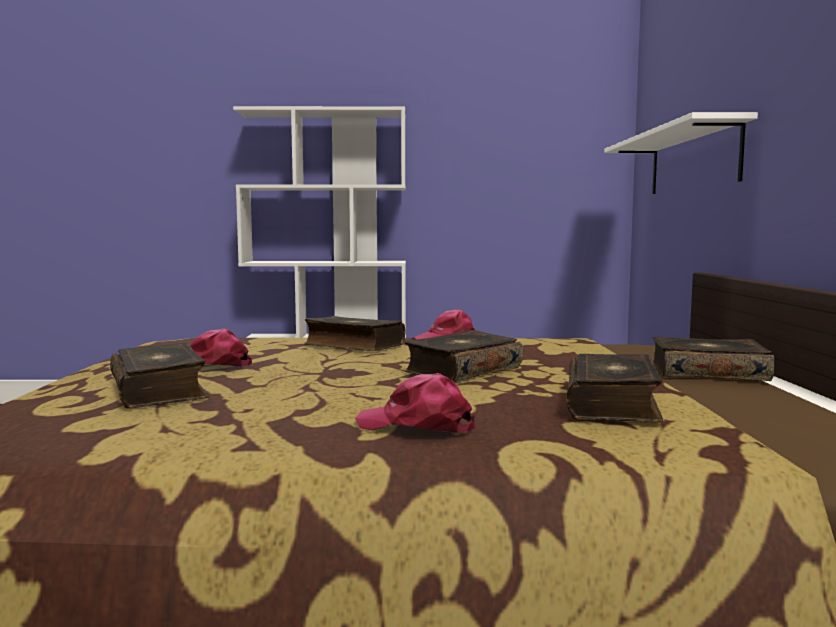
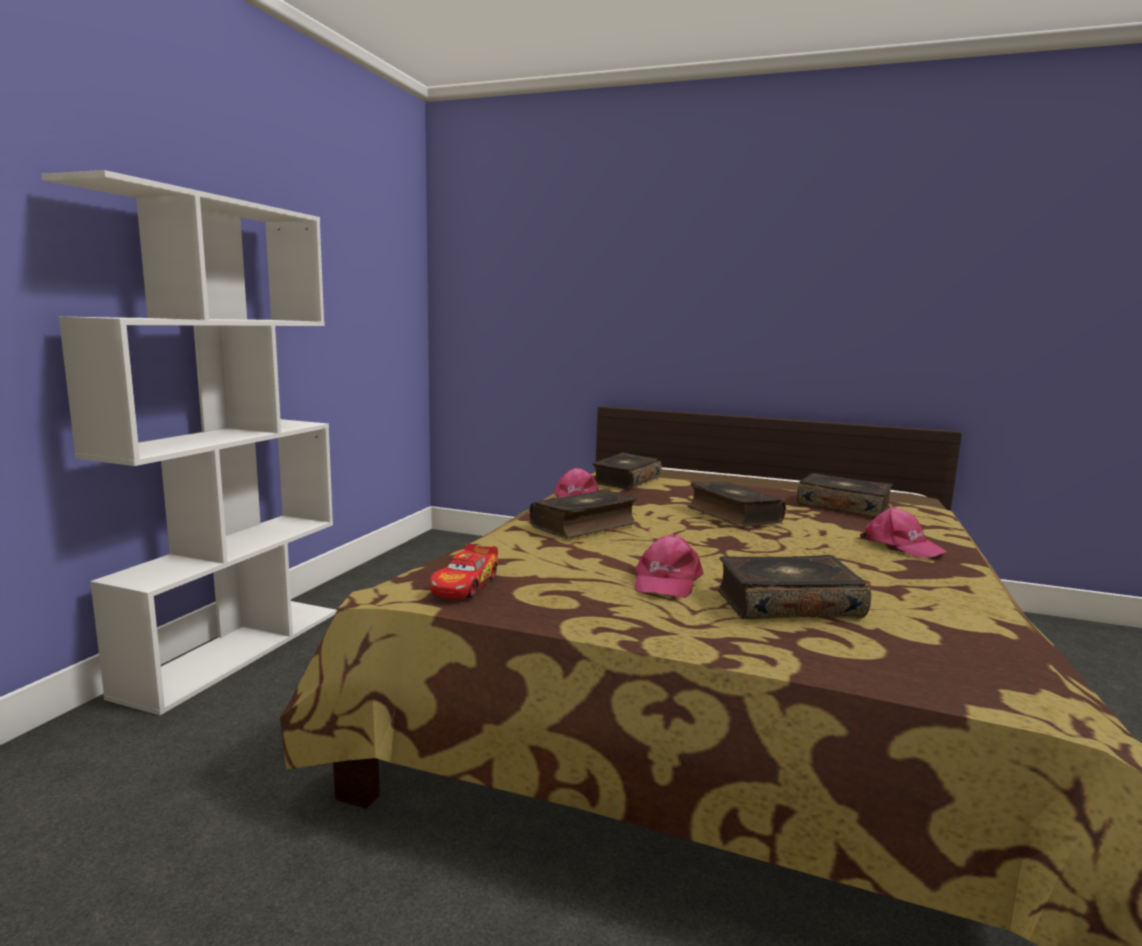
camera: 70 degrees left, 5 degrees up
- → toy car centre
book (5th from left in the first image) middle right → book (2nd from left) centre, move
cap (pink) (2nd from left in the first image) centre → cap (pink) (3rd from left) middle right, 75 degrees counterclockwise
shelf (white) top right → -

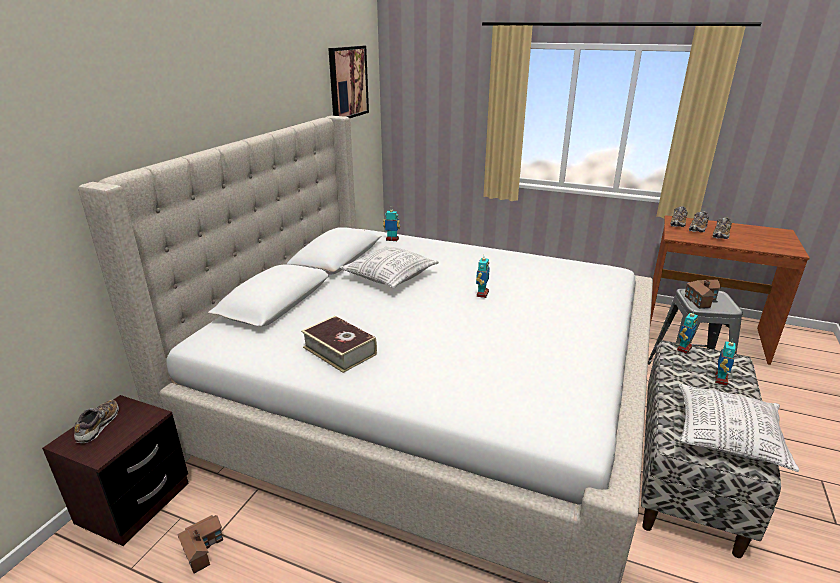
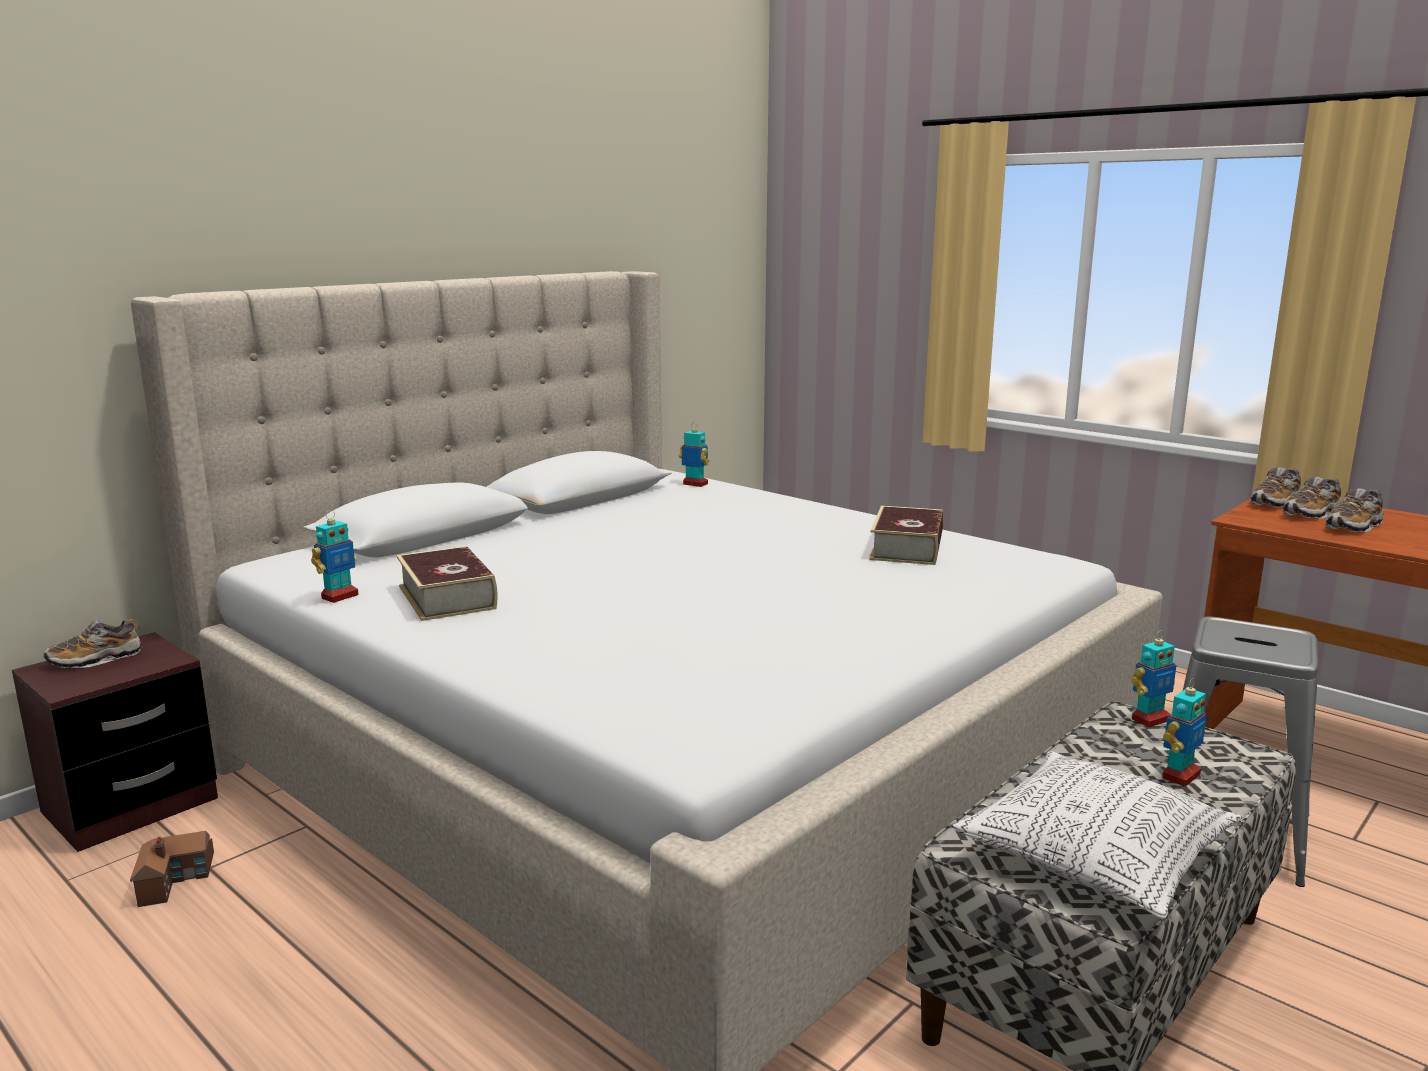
camera: 20 degrees right, 10 degrees down
shoe (1st from left) bottom left → shoe (1st from left) middle left, 150 degrees counterclockwise
toy robot (2nd from left in the first image) centre → toy robot (1st from left) middle left, move
- → book (2nd from left) centre
picture top centre → -
pillow (1st from left) centre → -
toy house (2nd from left) middle right → -

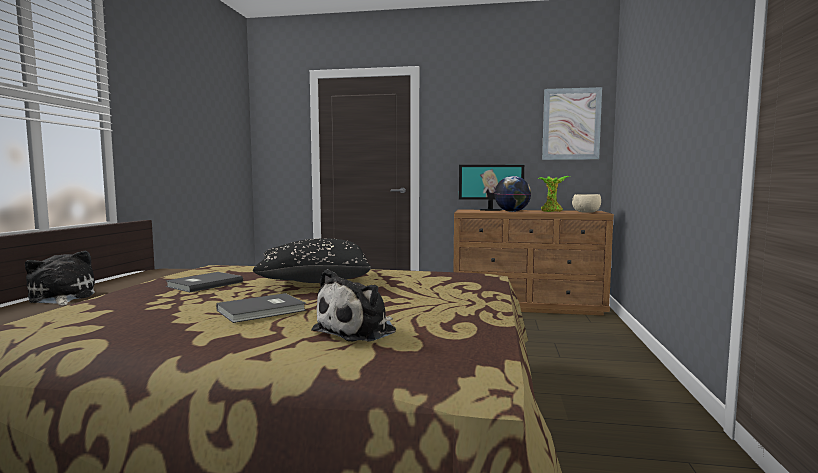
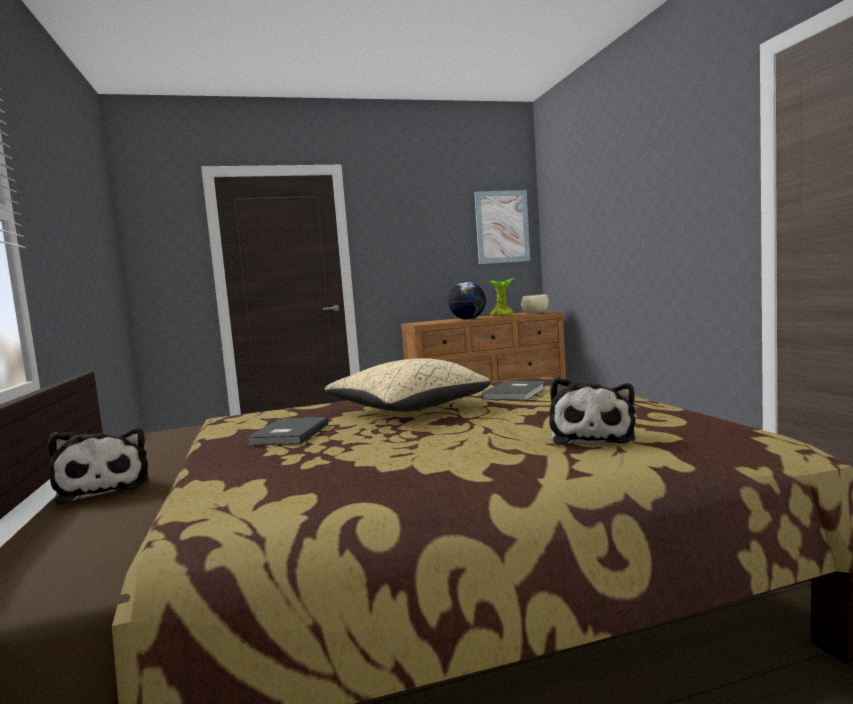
camera: 25 degrees left, 0 degrees up
plush toy (1st from left) middle left, 150 degrees counterclockwise
pillow (black) centre → pillow (beige) centre
book (grey) (2nd from left) middle left → book (grey) (2nd from left) centre, move
monitor centre → -

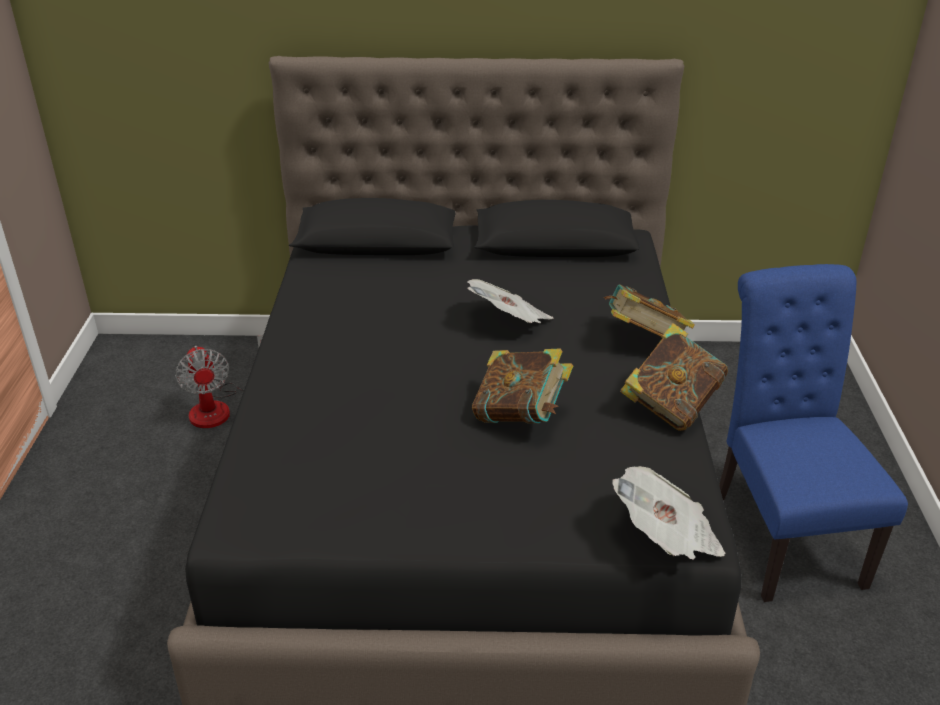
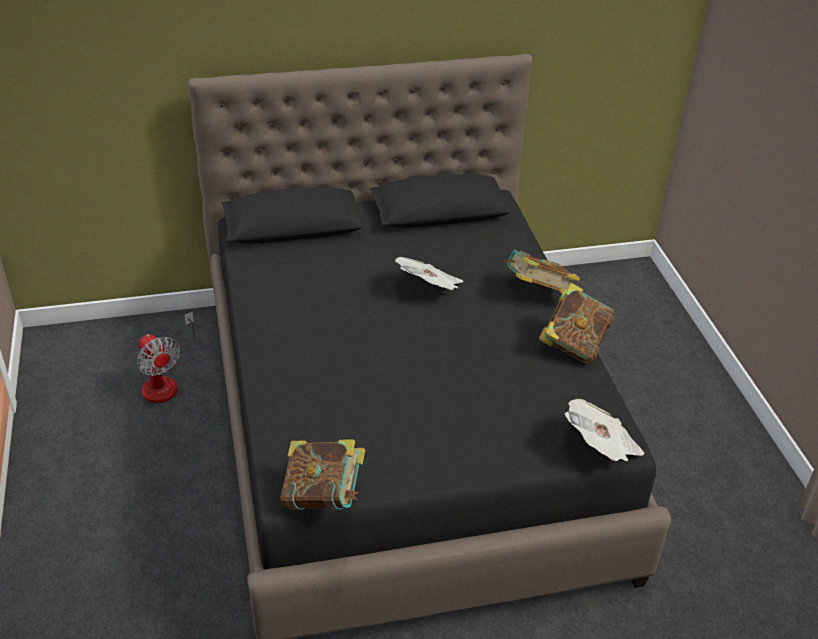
camera: 15 degrees left, 5 degrees up
book (1st from left) centre → book (1st from left) bottom centre, move
chair (blue) middle right → -

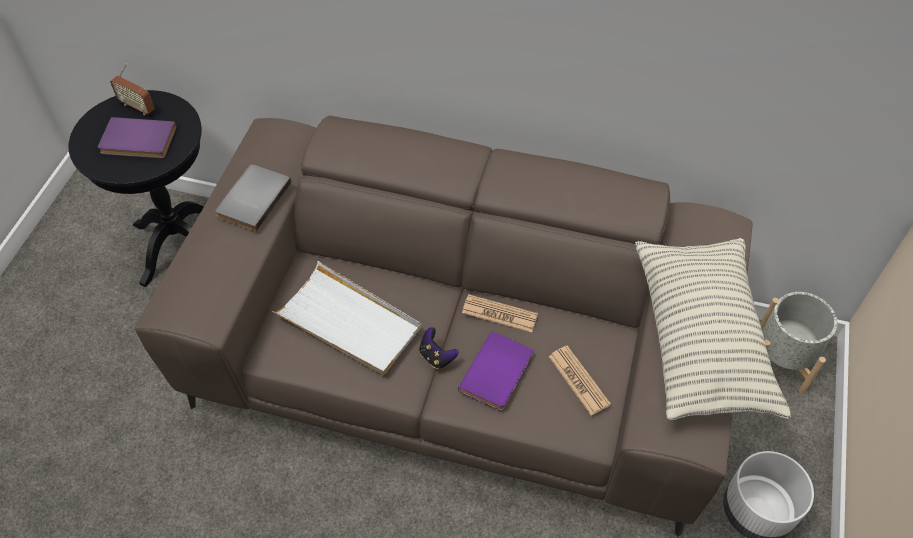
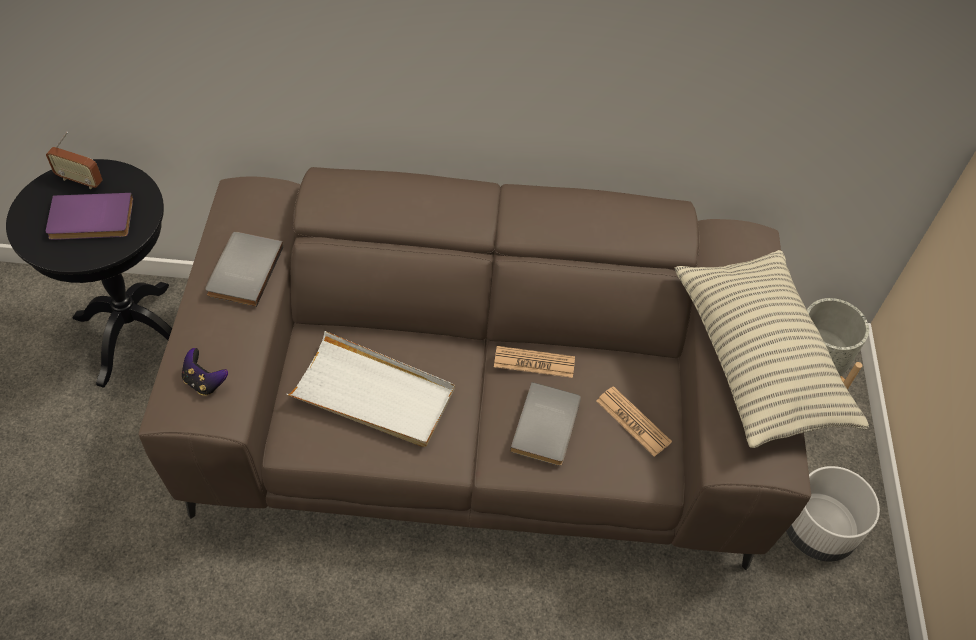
camera: 15 degrees left, 0 degrees up
game controller centre → game controller middle left, move
book (purple) (2nd from left) bottom centre → book (grey) (2nd from left) centre

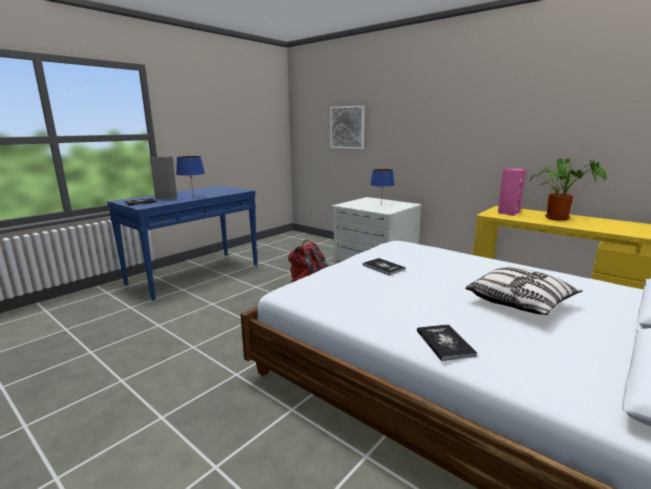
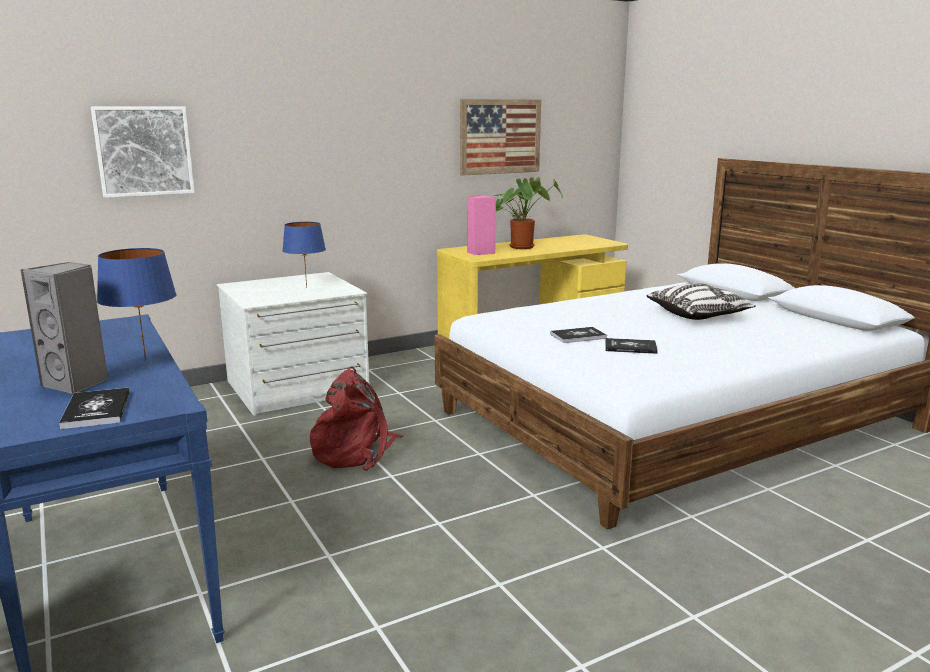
camera: 70 degrees left, 0 degrees up
- → picture (2nd from left) top centre
book (3rd from left) bottom right → book (3rd from left) middle right, move

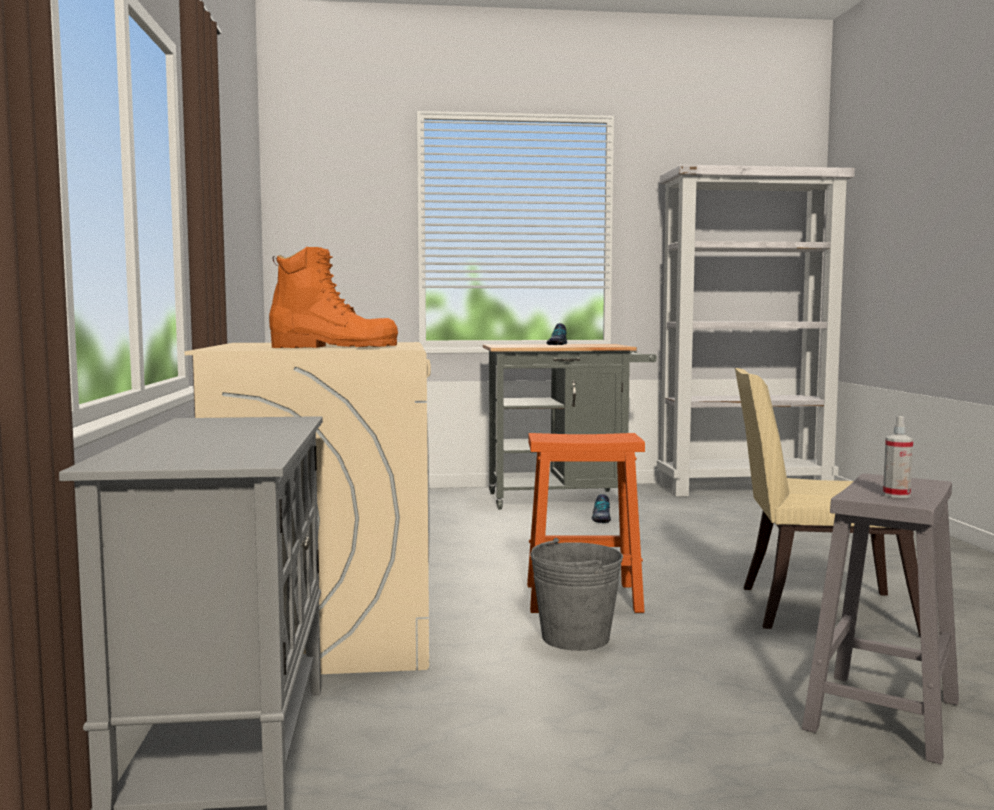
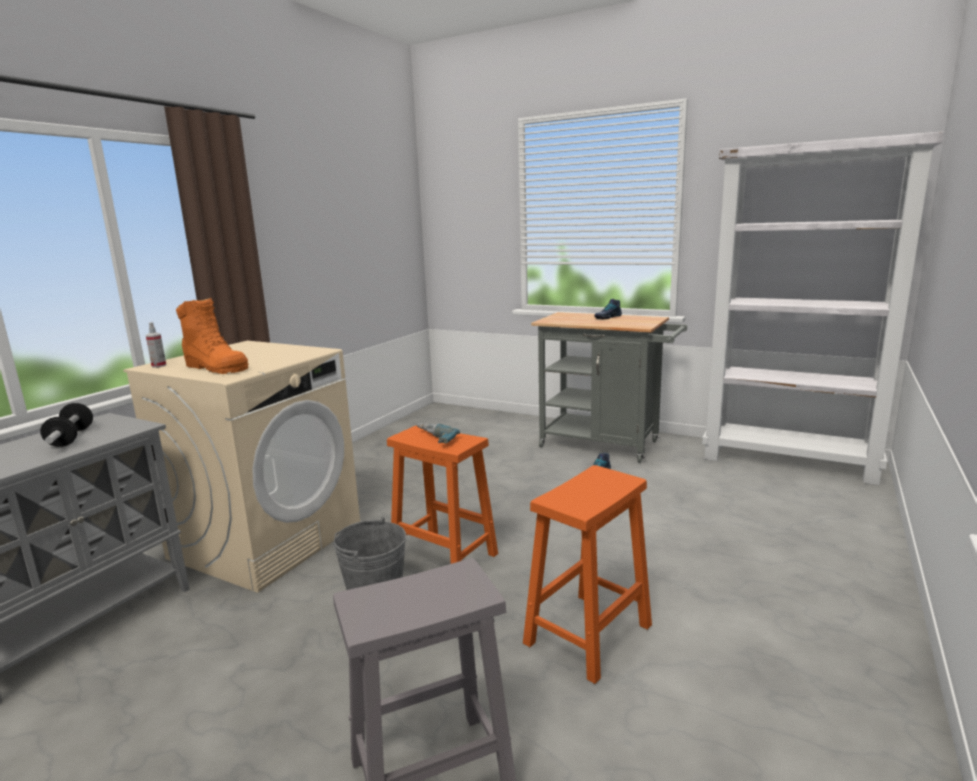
camera: 35 degrees right, 10 degrees up
- → dumbbell middle left
spray bottle middle right → spray bottle middle left, move
- → power drill centre
chair (beige) middle right → stool (orange) (2nd from left) bottom centre

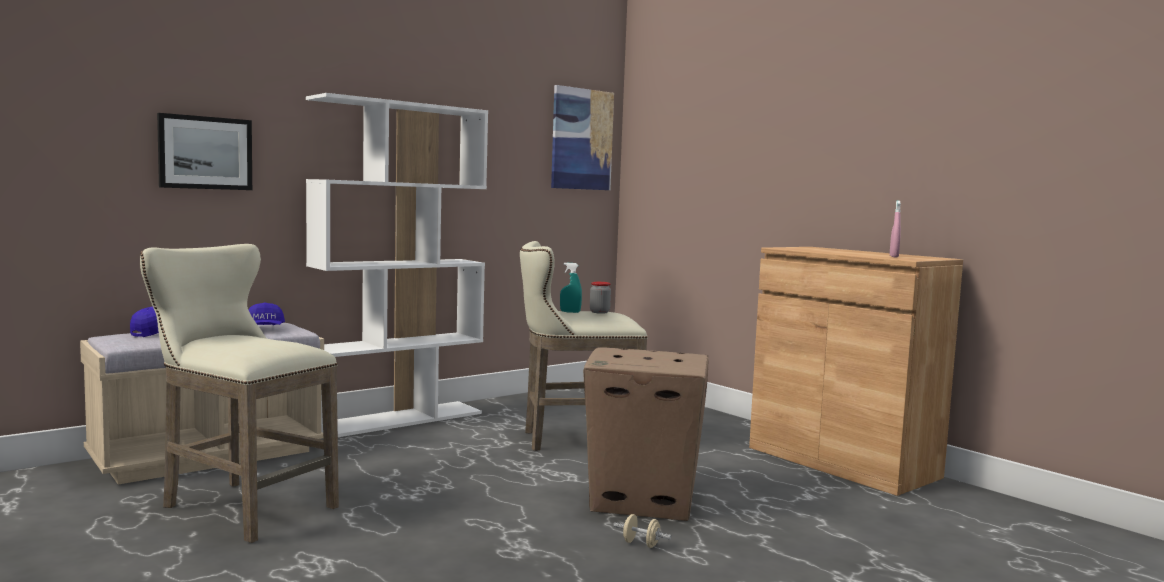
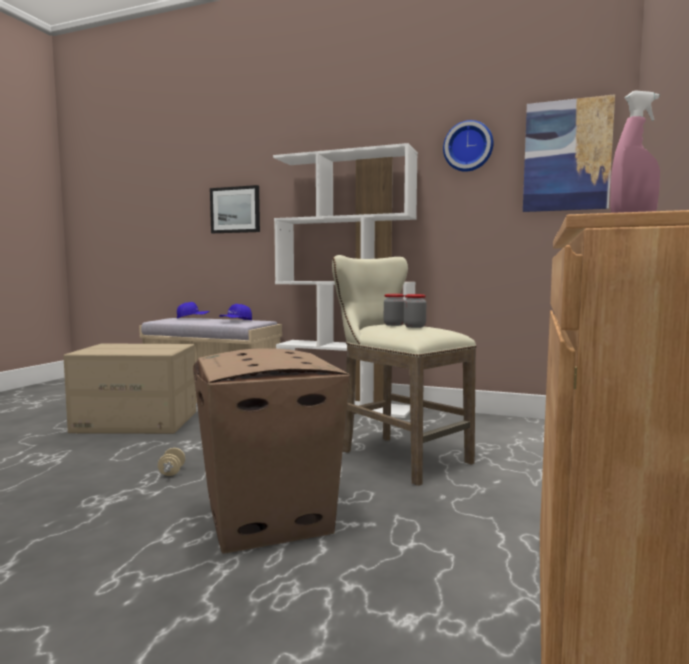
camera: 60 degrees right, 0 degrees up
stool (beige) (1st from left) bottom left → cardboard box (1st from left) middle left
dumbbell (beige) bottom centre → dumbbell (beige) bottom left, move
spray bottle (turquoise) centre → jar (1st from left) centre
- → wall clock top right

